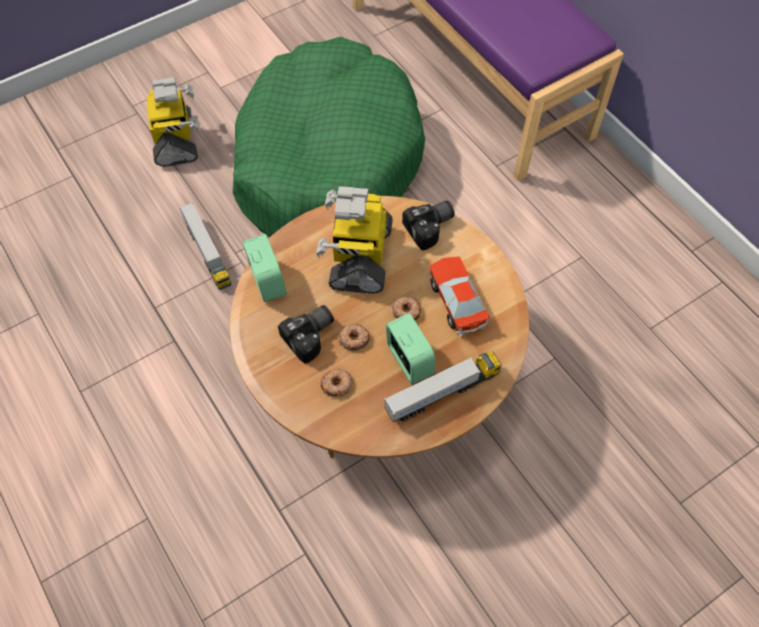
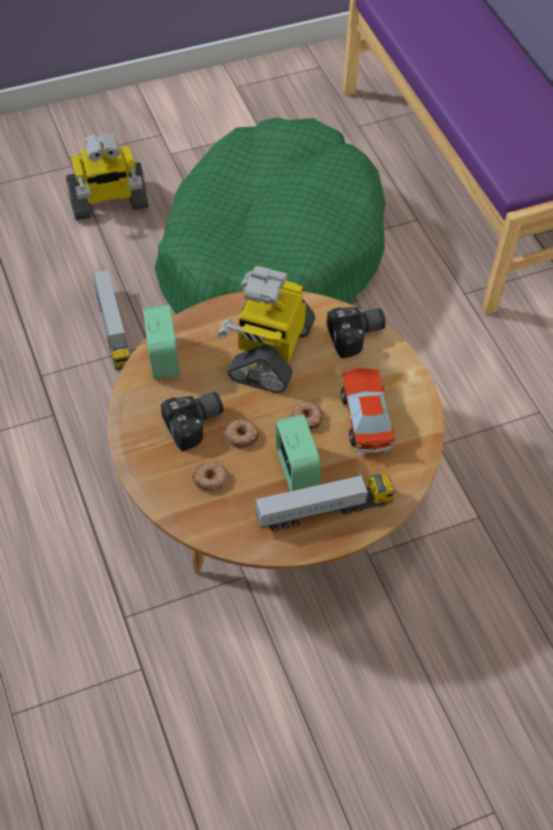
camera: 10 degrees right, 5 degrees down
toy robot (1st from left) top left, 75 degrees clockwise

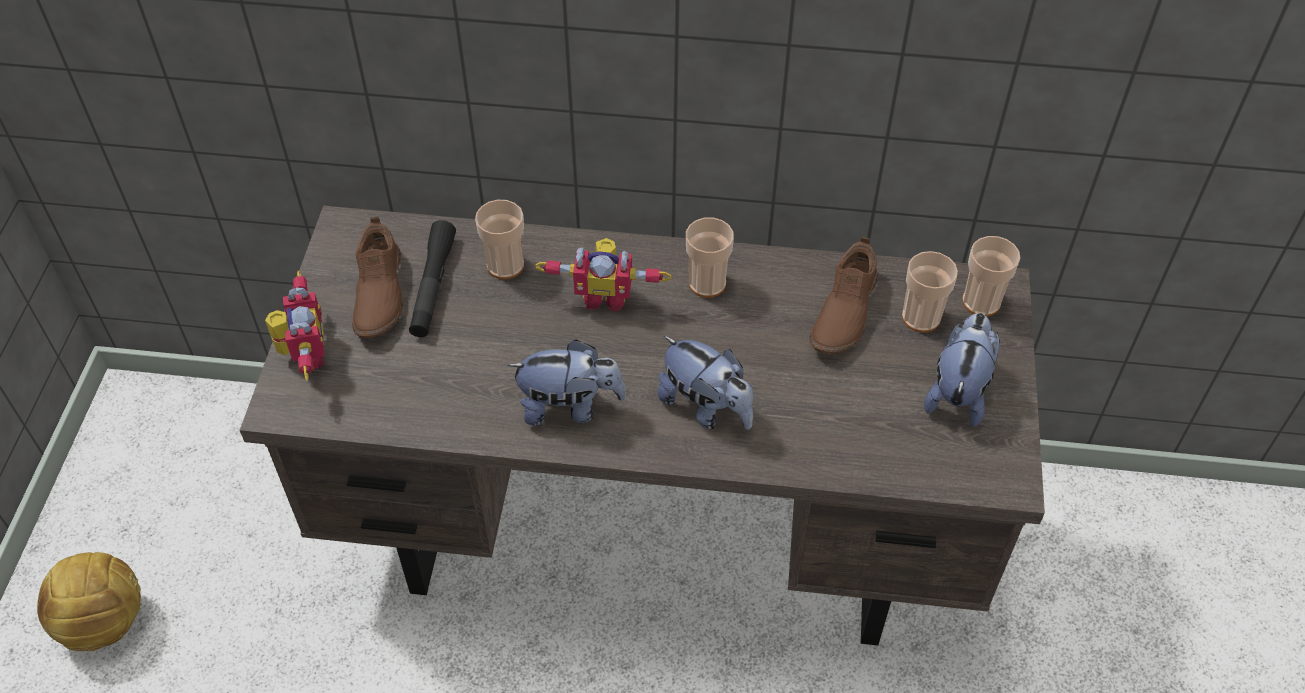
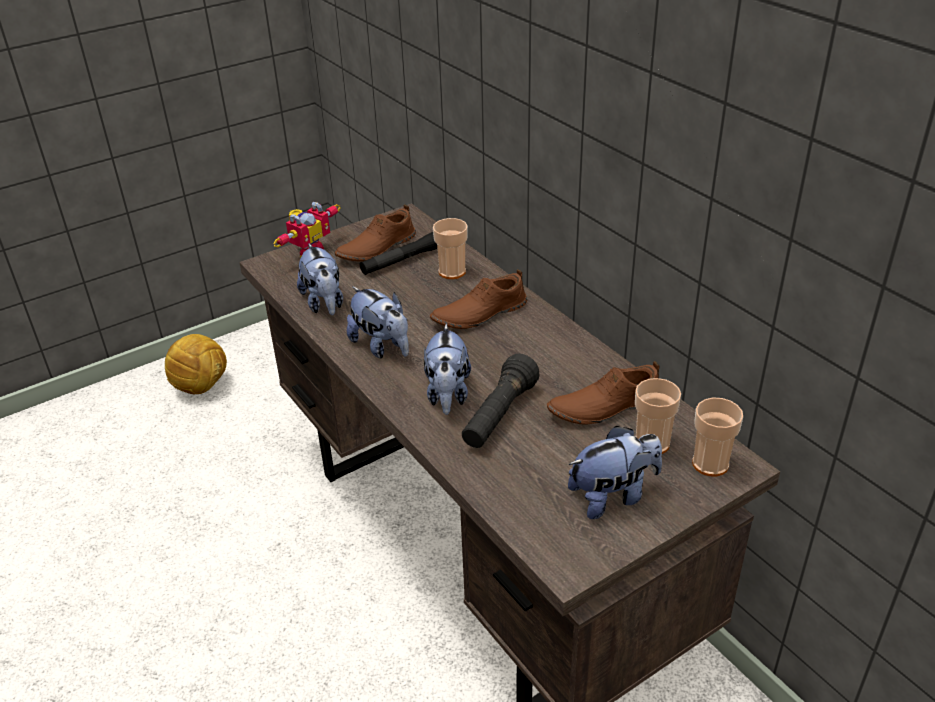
camera: 50 degrees right, 15 degrees down
- → plush toy (1st from left) centre
toy robot (2nd from left) centre → shoe (brown) (2nd from left) centre
- → flashlight (black) (2nd from left) centre
cup (2nd from left) centre → -

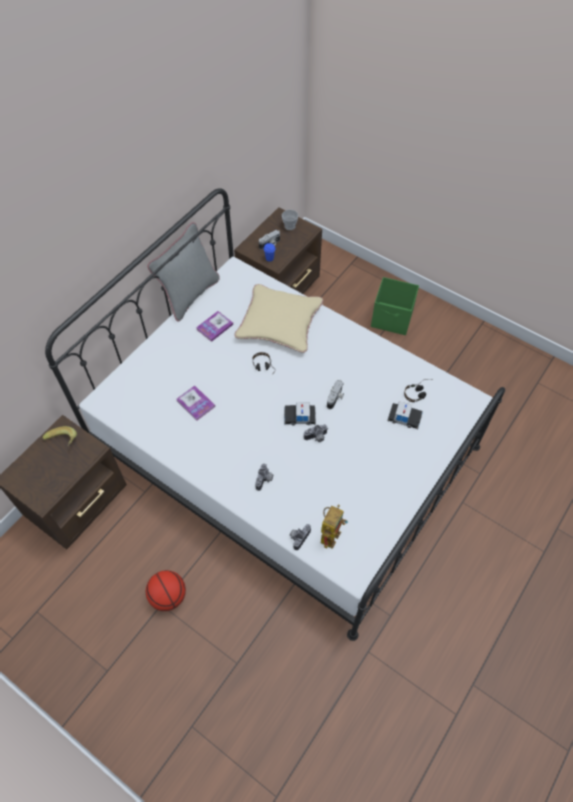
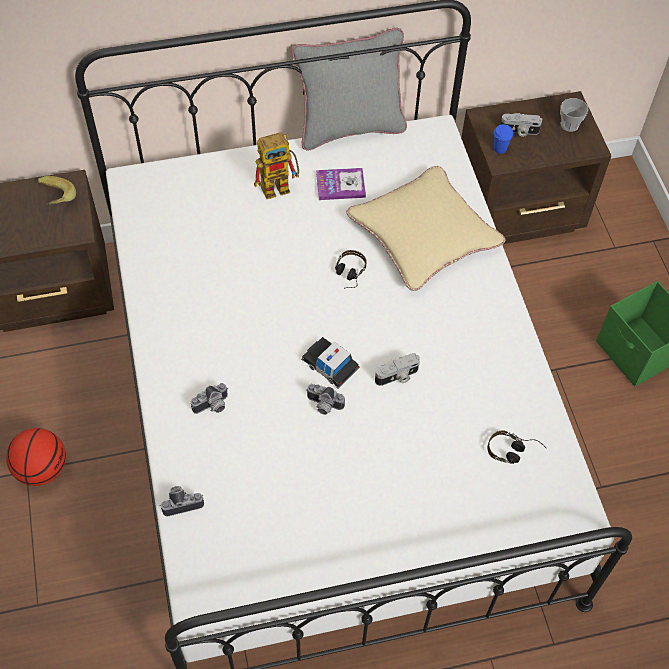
camera: 40 degrees right, 0 degrees up
toy robot centre → toy robot top centre, move
book (1st from left) centre → -
toy car (2nd from left) middle right → -

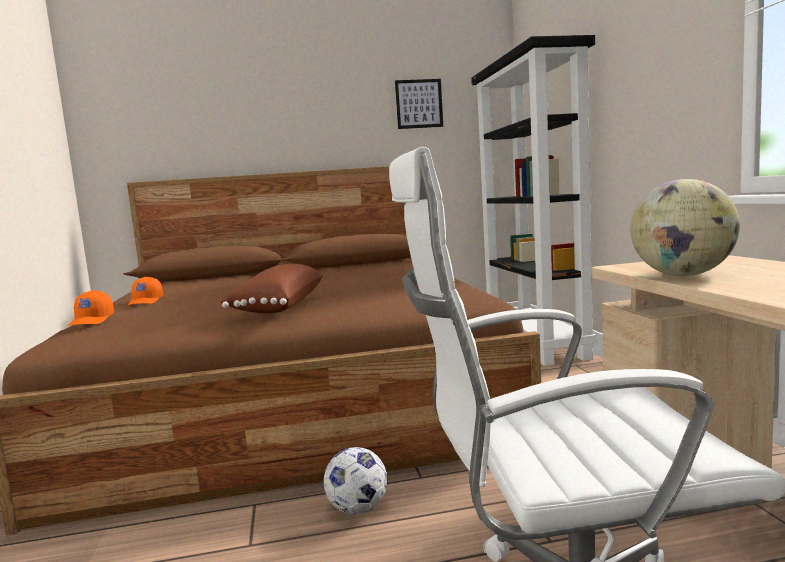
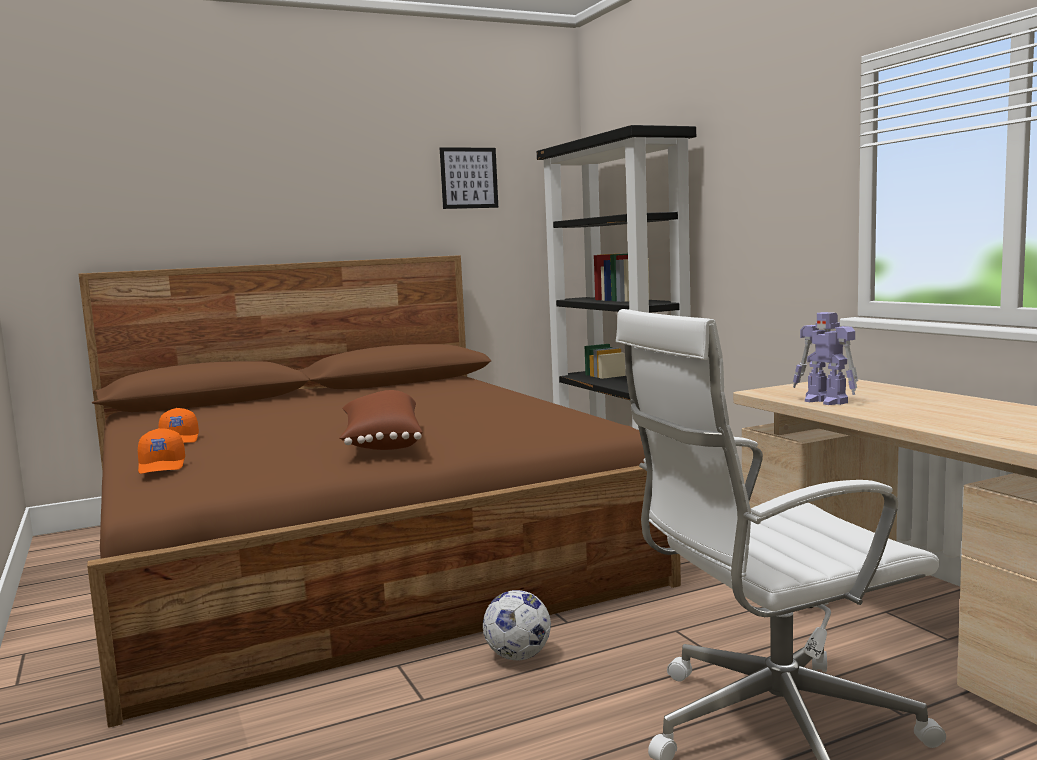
camera: 15 degrees left, 0 degrees up
globe middle right → toy robot middle right

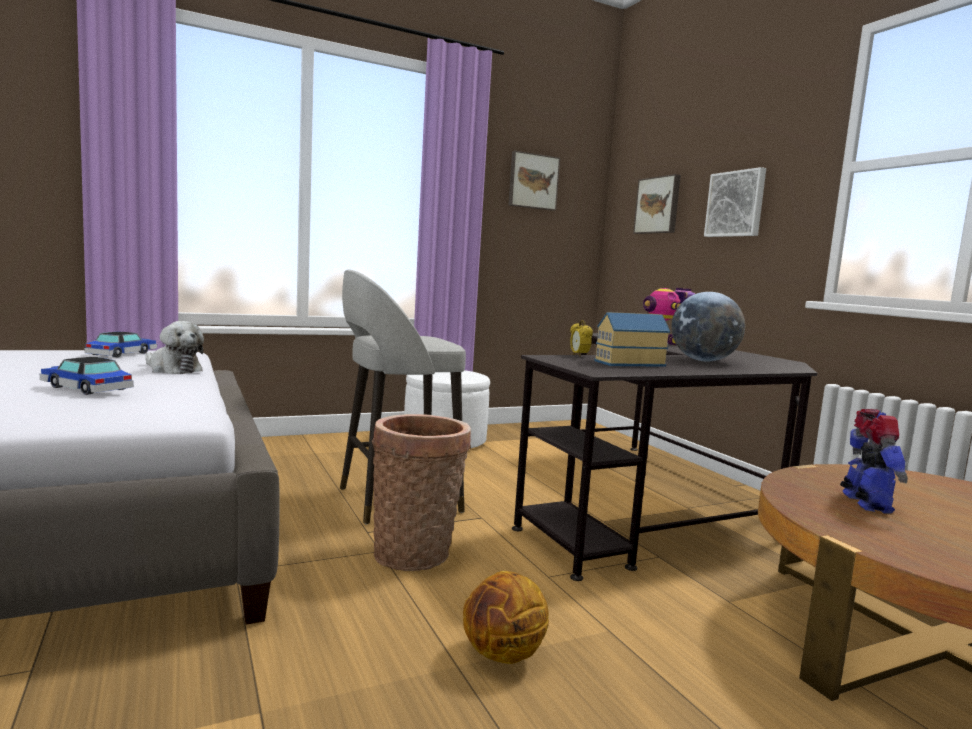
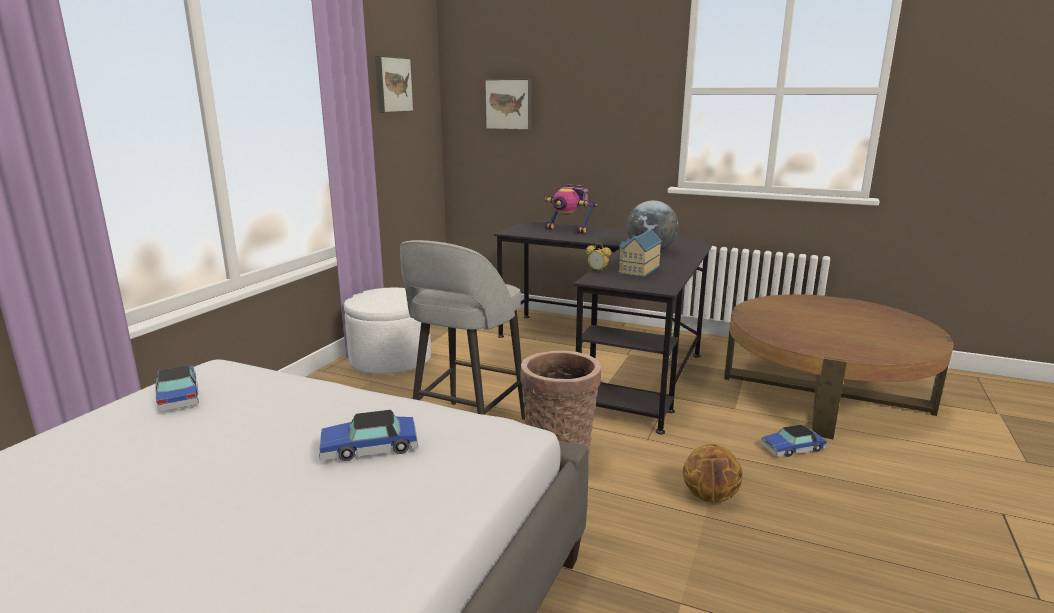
camera: 40 degrees left, 10 degrees up
- → toy car (3rd from left) bottom right
plush toy middle left → -
picture (3rd from left) top right → -
toy robot (2nd from left) middle right → -

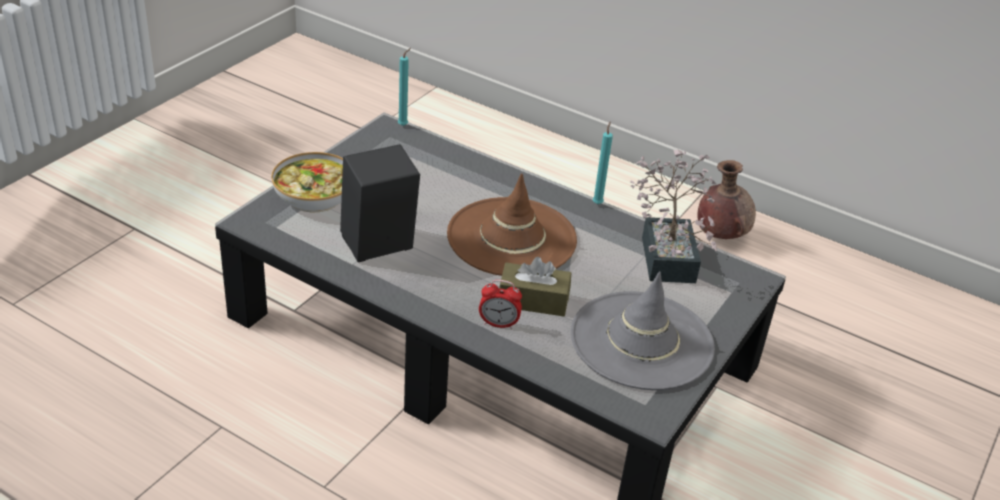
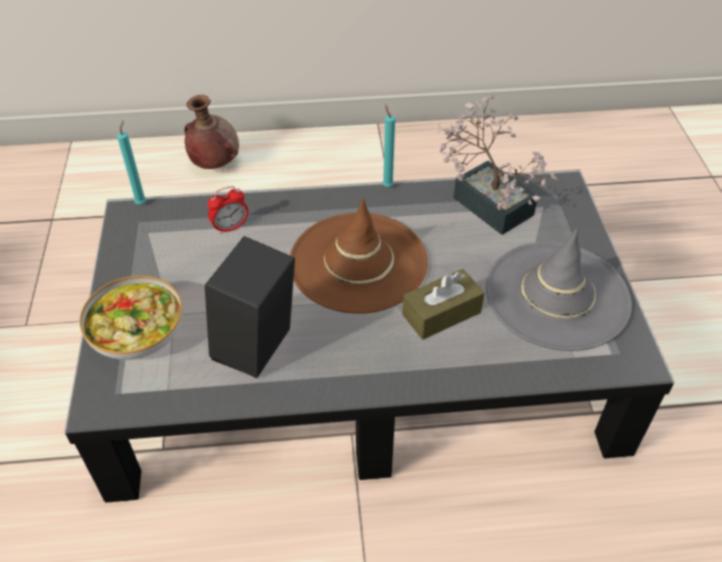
camera: 35 degrees left, 10 degrees up
vase (brown) middle right → vase (brown) top left, move
alarm clock centre → alarm clock middle left, move

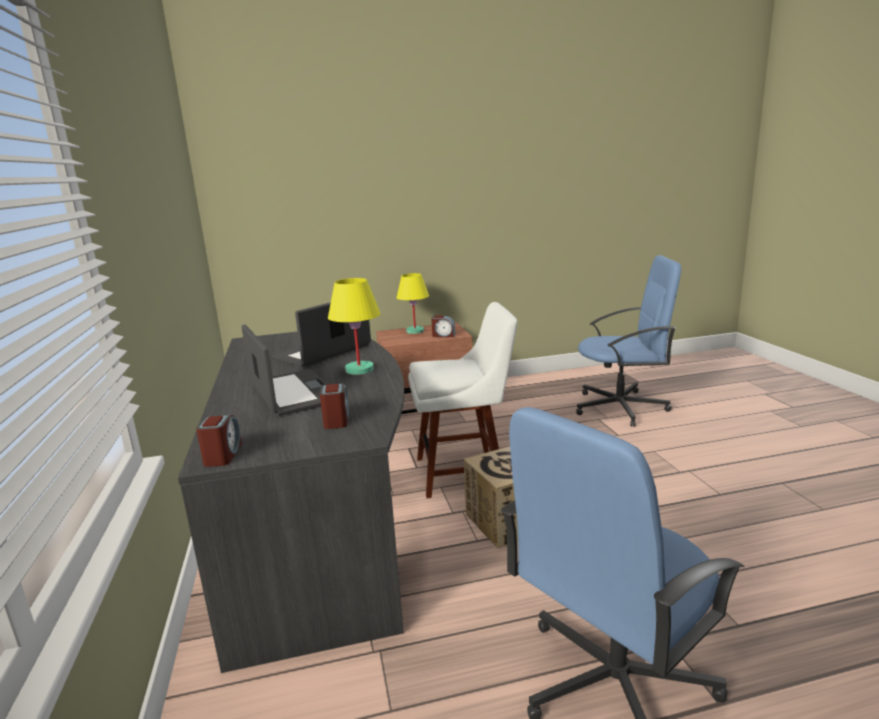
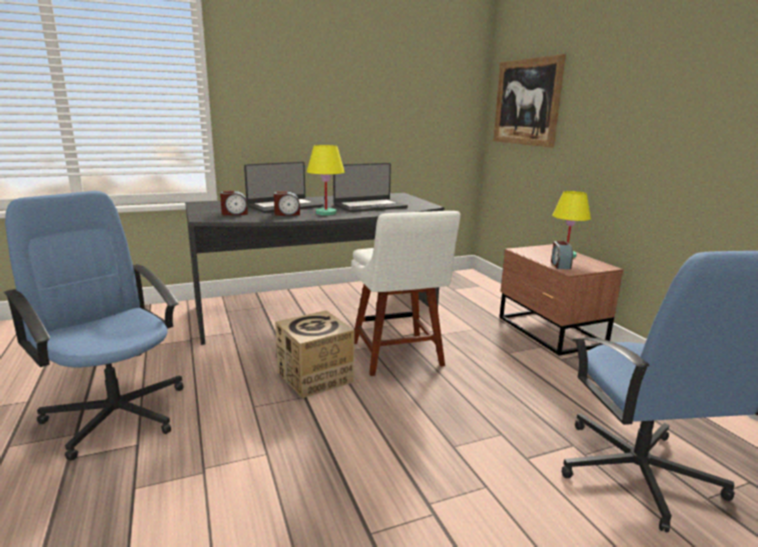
camera: 80 degrees right, 0 degrees up
alarm clock (1st from left in the first image) middle left → alarm clock (2nd from left) centre, move
laptop (2nd from left) centre, 120 degrees clockwise
- → picture top right

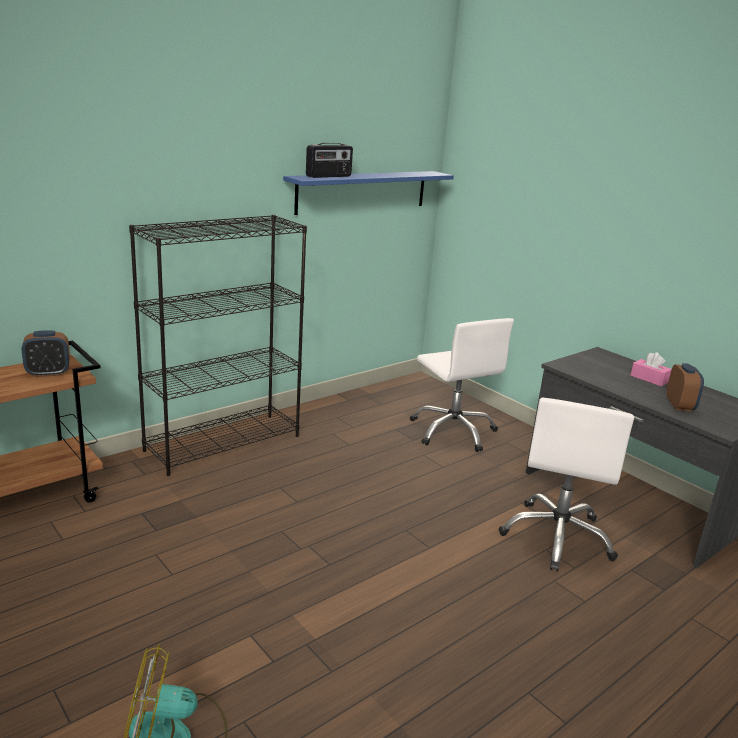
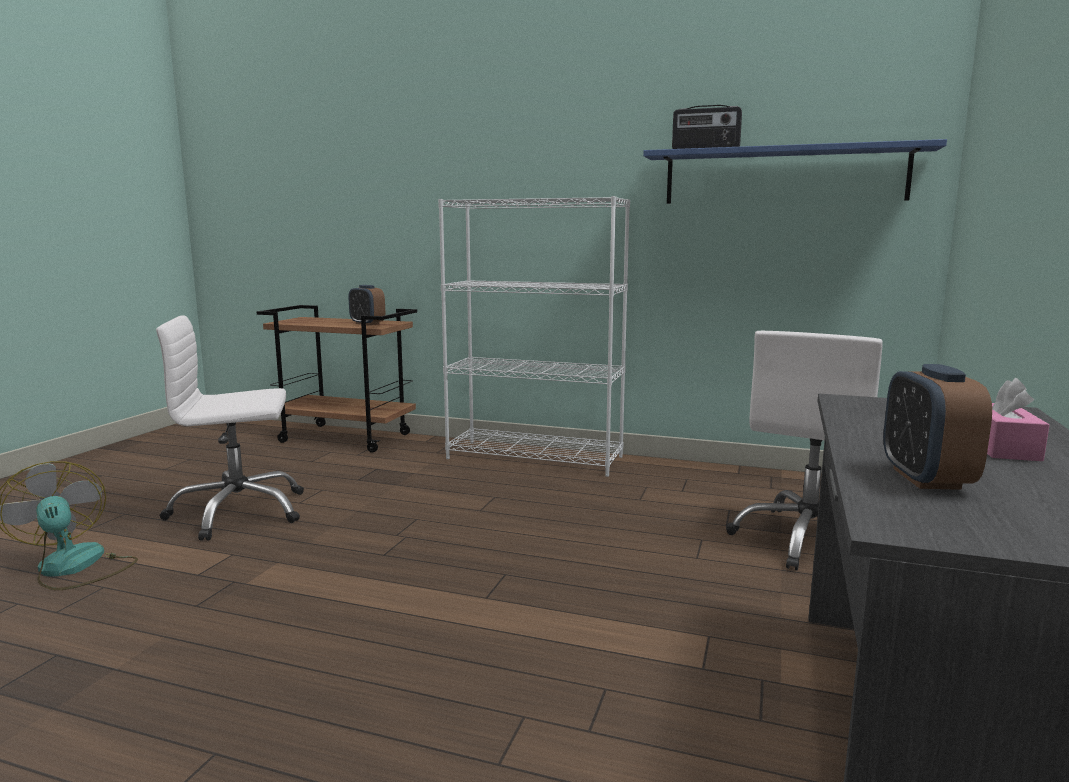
camera: 60 degrees right, 10 degrees down
office chair (white) (2nd from left in the first image) middle right → office chair (white) (1st from left) middle left, move
bookcase (black) middle left → bookcase (white) centre
alarm clock (2nd from left) middle right, 120 degrees clockwise

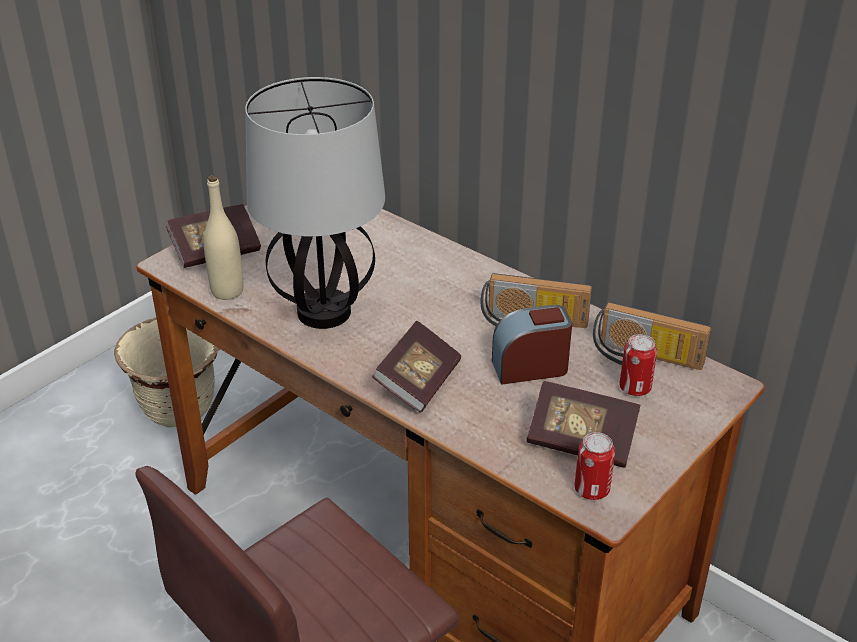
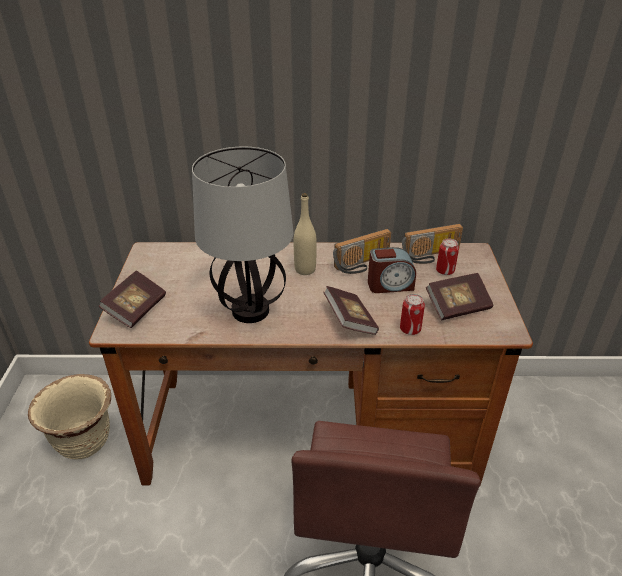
camera: 40 degrees left, 0 degrees up
bottle (beige) middle left → bottle (beige) centre, move
alarm clock centre, 135 degrees counterclockwise
can (1st from left) bottom right → can (1st from left) centre, move

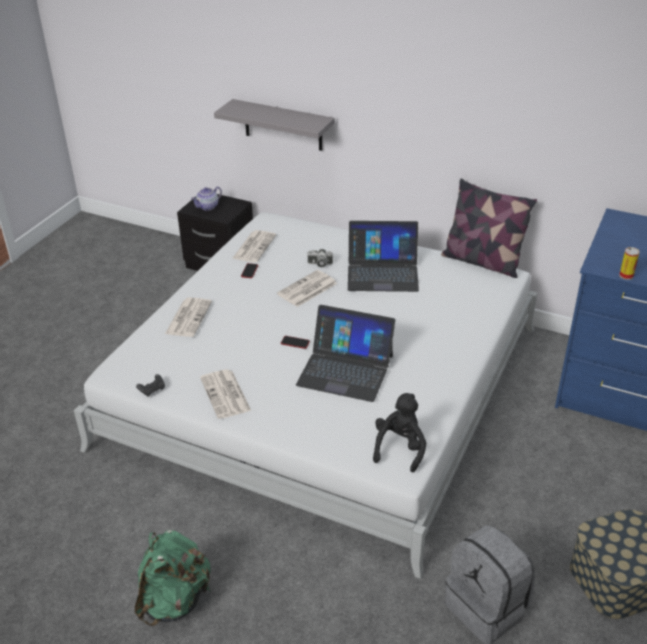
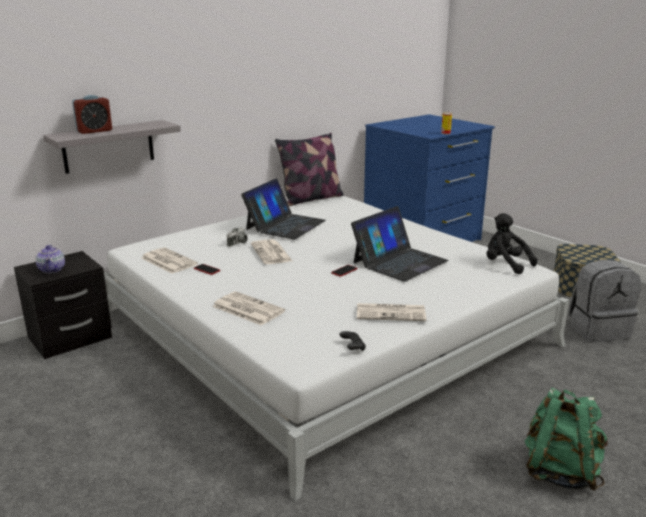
camera: 65 degrees left, 15 degrees down
- → alarm clock top left

